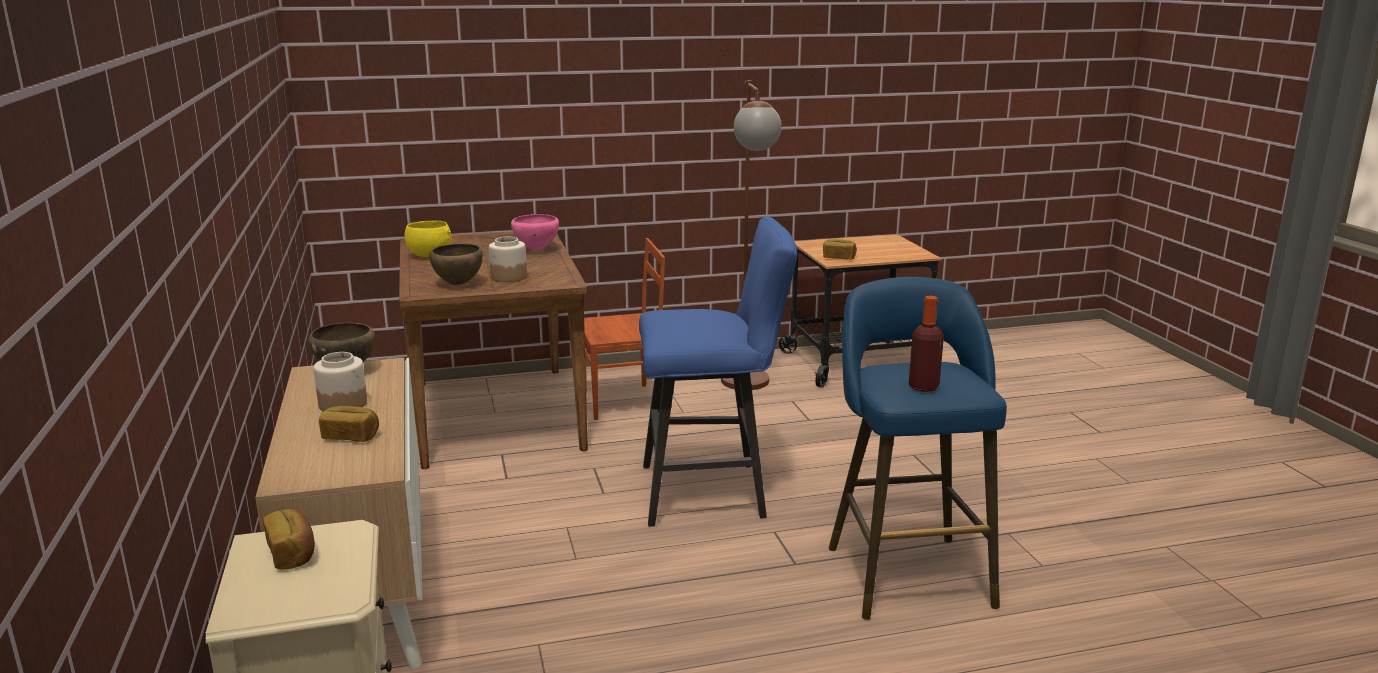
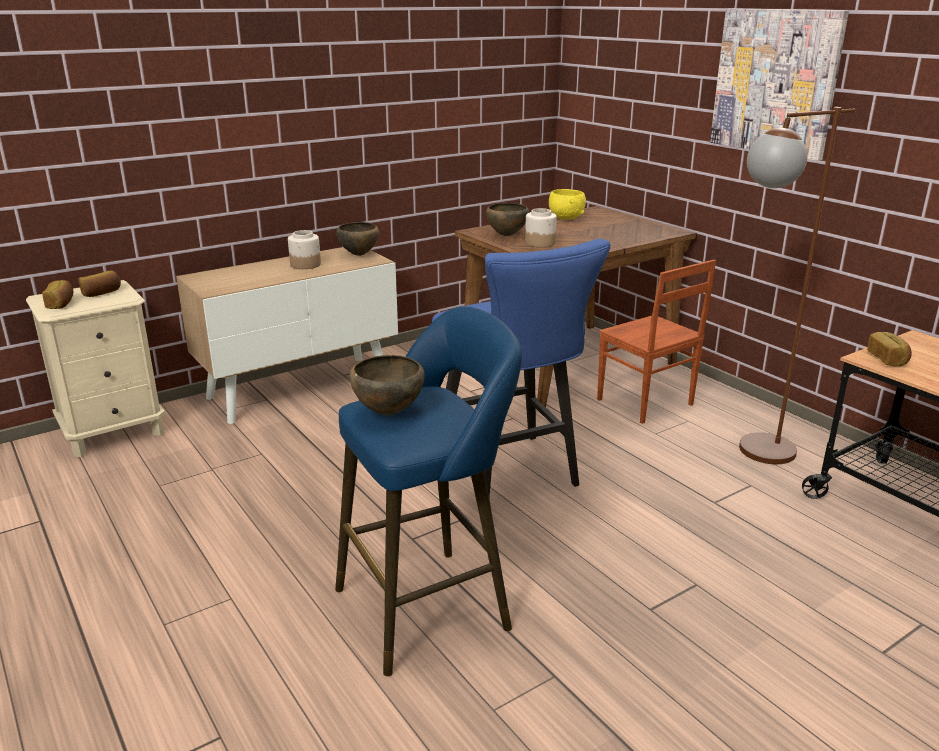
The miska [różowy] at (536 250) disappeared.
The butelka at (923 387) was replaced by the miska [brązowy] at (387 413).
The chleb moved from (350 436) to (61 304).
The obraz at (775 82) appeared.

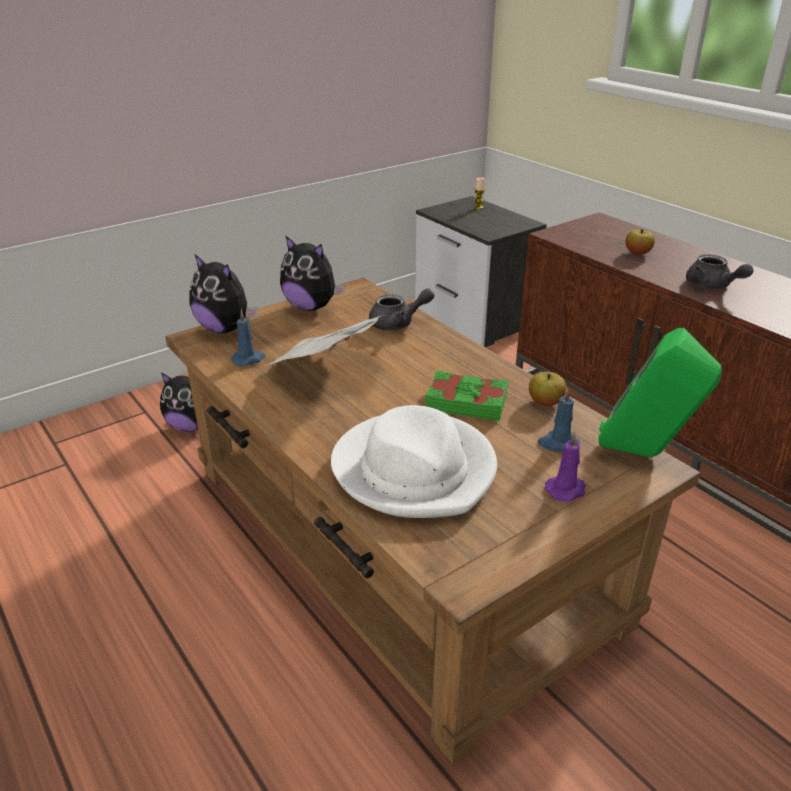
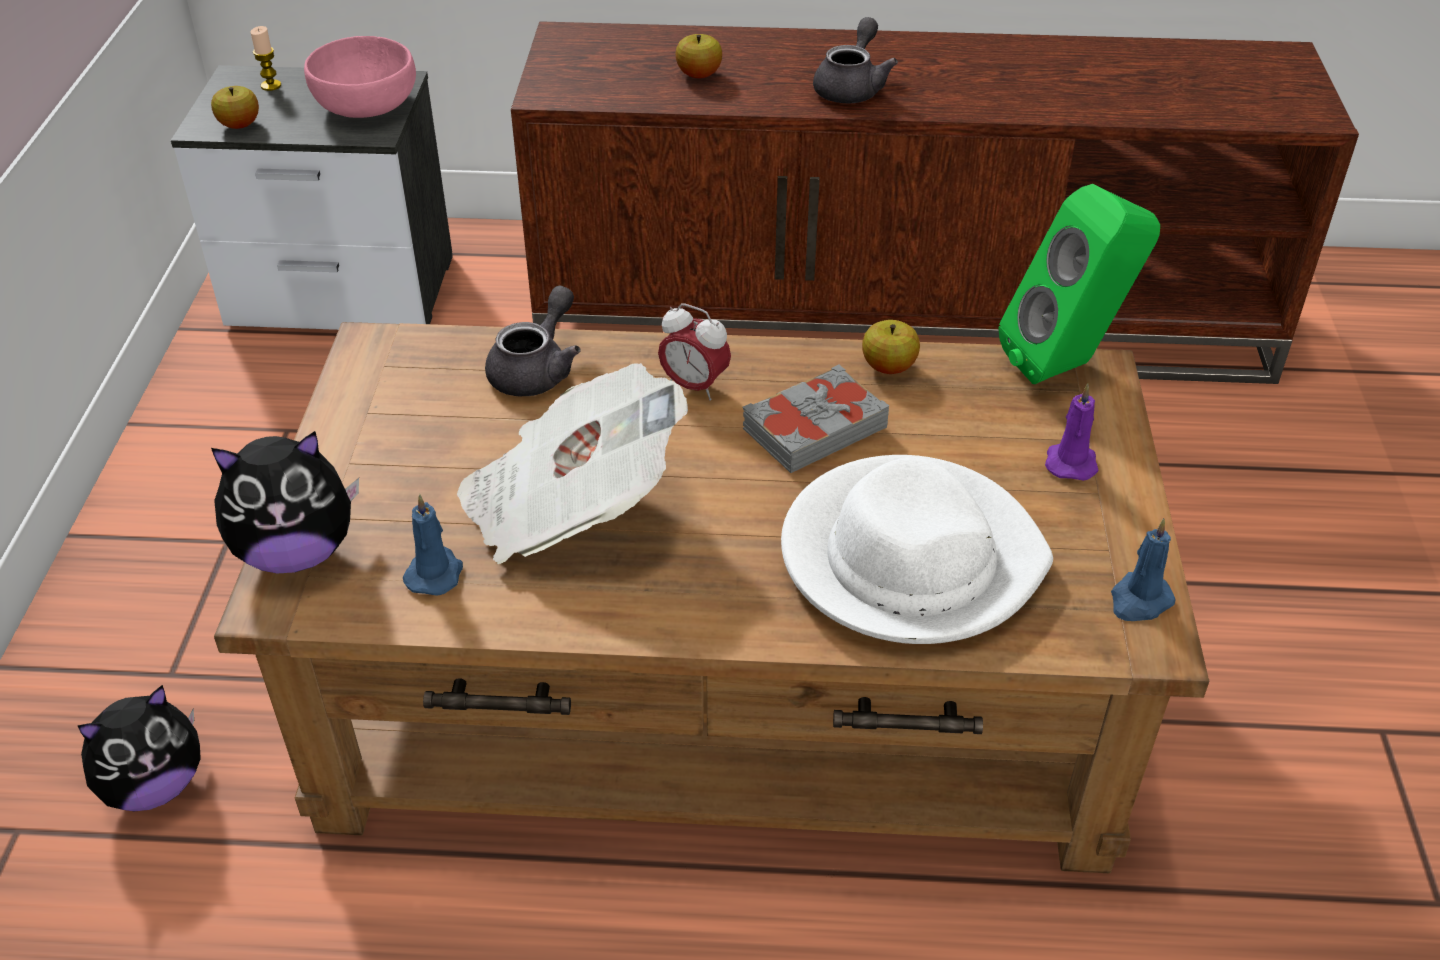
The pluszak at (311 307) disappeared.
The imbryk [szary] at (712 286) turned 75 degrees counterclockwise.
The książka [zielony] at (466 402) became the książka [szary] at (813 428).
The świeca [niebieski] moved from (557 444) to (1139 601).
The miska [różowy] at (364 105) appeared.
The jabłko at (239 125) appeared.
The budzik at (694 386) appeared.

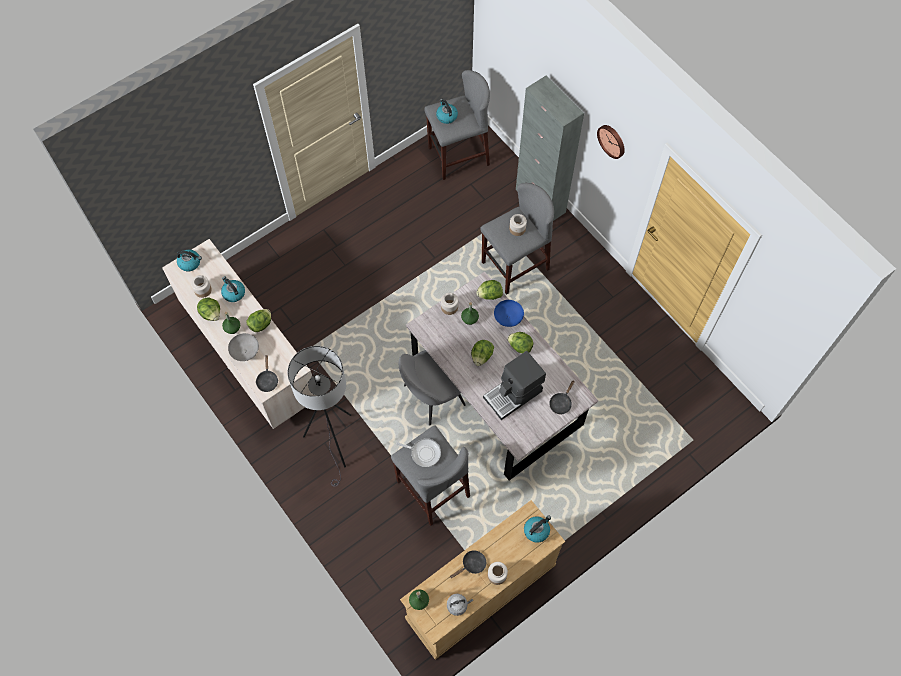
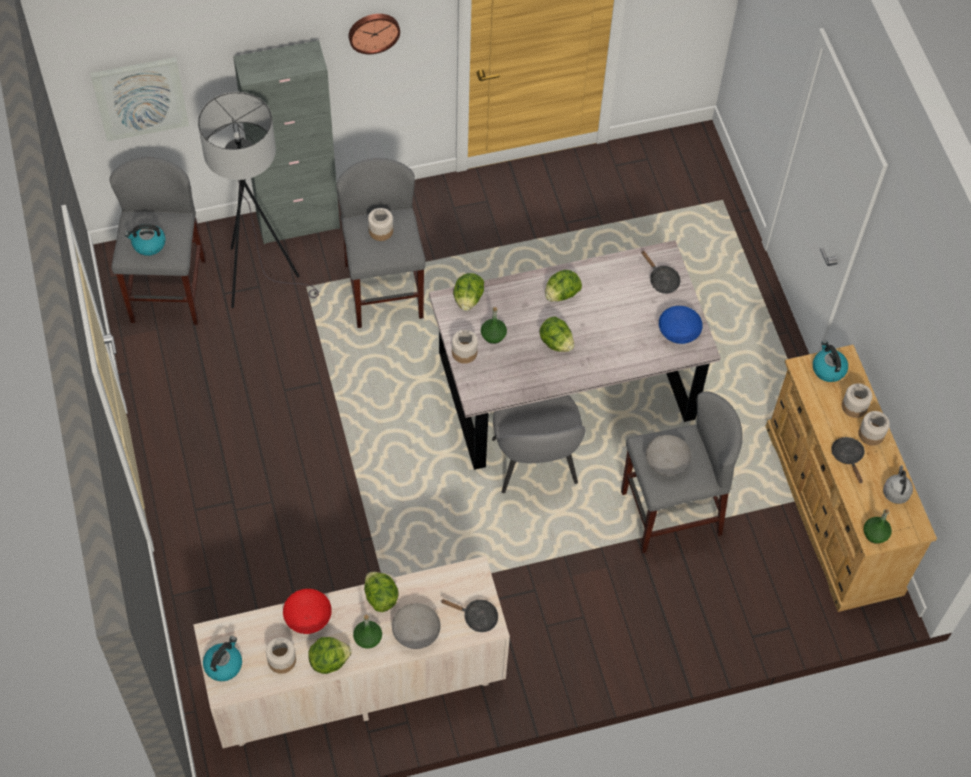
The czajnik at (233 293) was replaced by the miska [czerwony] at (308 618).
The miska [niebieski] moved from (508 318) to (679 333).
The lampa stojąca [szary] moved from (335 443) to (260 276).
The ekspres do kawy at (513 394) disappeared.
The patelnia at (423 453) was replaced by the miska [szary] at (665 462).
The obraz at (140 97) appeared.
The słoik at (854 406) appeared.

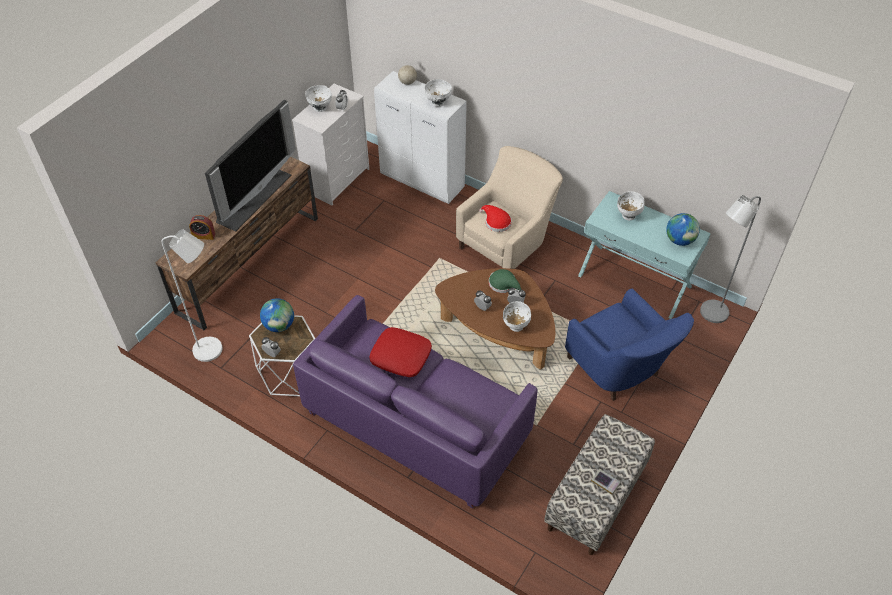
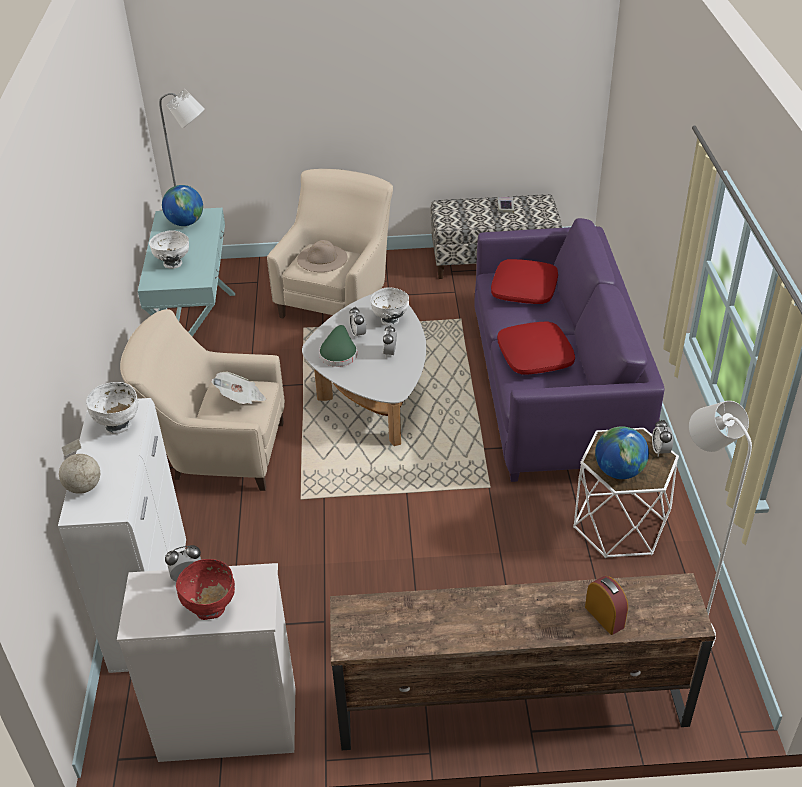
The miska [biały] at (320 108) became the miska [czerwony] at (211 609).
The telewizor at (253 197) disappeared.
The kapelusz [czerwony] at (496 222) was replaced by the gazeta at (241 399).
The ława [brązowy] at (498 333) became the ława [biały] at (373 393).
The fotel [niebieski] at (620 371) became the fotel [beżowy] at (338 298).
The kapelusz [beżowy] at (322 258) appeared.
The poduszka [czerwony] at (524 290) appeared.

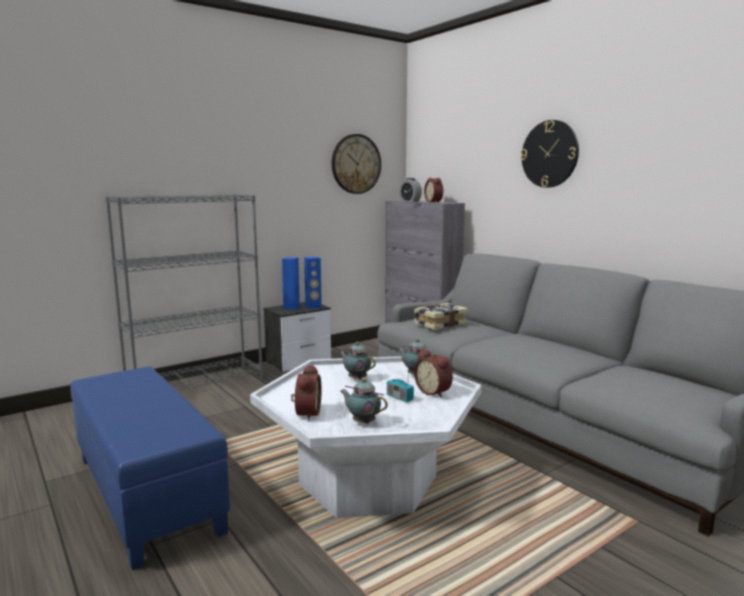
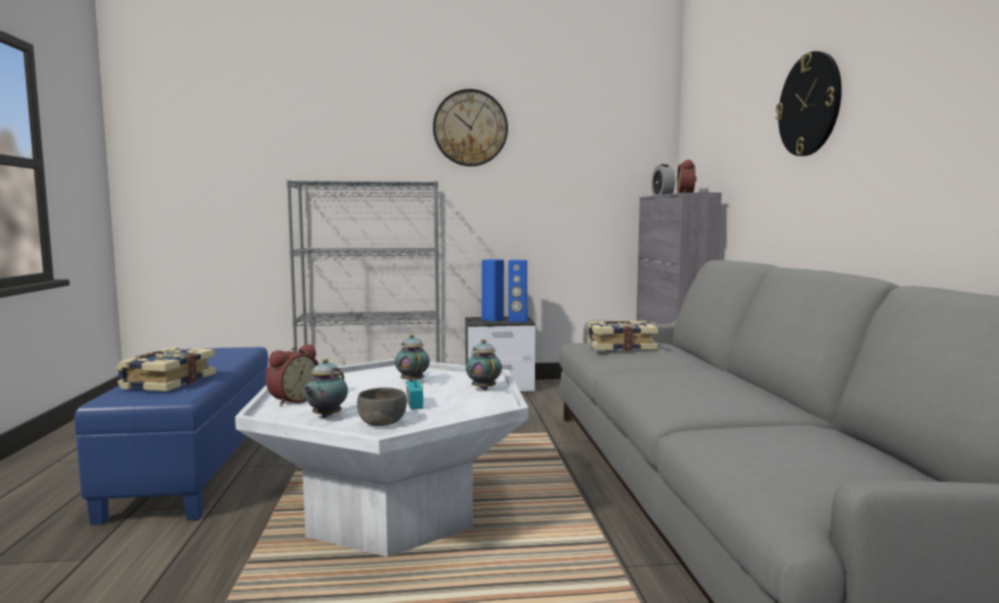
The zegar ścienny moved from (356 164) to (470 128).
The budzik at (434 392) disappeared.
The imbryk at (362 422) turned 135 degrees counterclockwise.
The książka at (167 382) appeared.
The miska [szary] at (382 422) appeared.

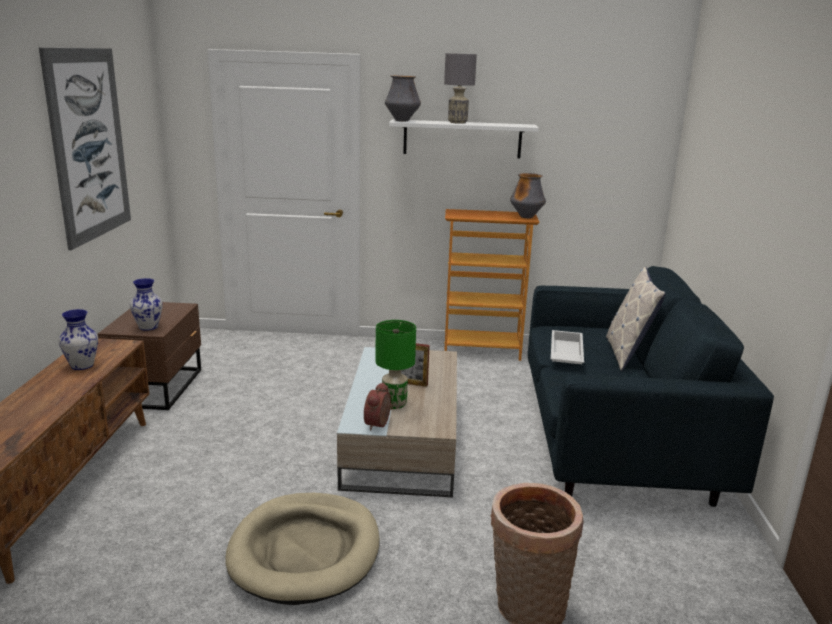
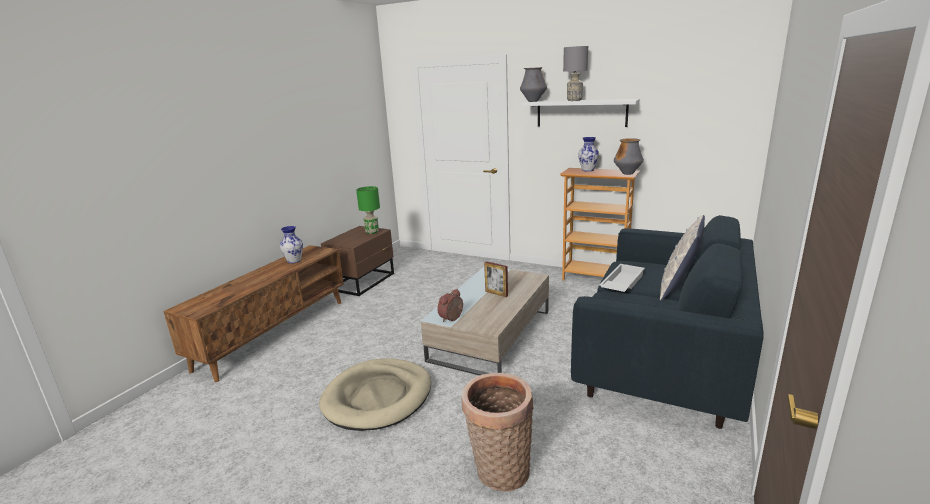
The obraz at (89 145) disappeared.
The wazon moved from (148 327) to (587 170).
The lampa stołowa [zielony] moved from (394 404) to (372 232).

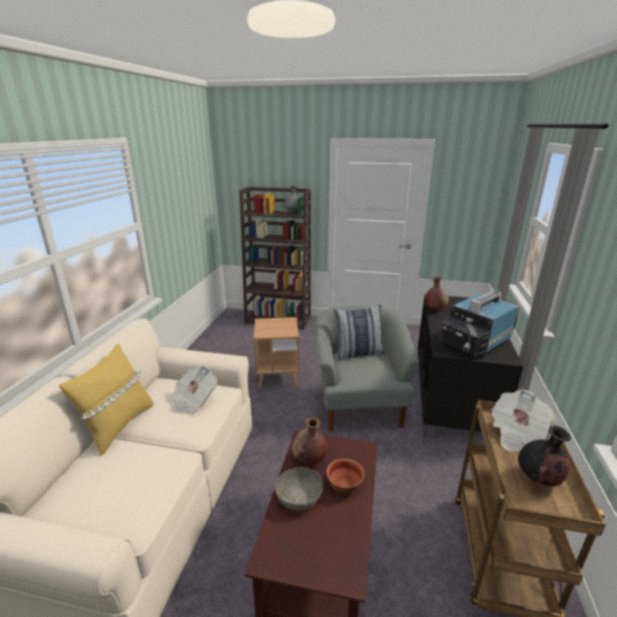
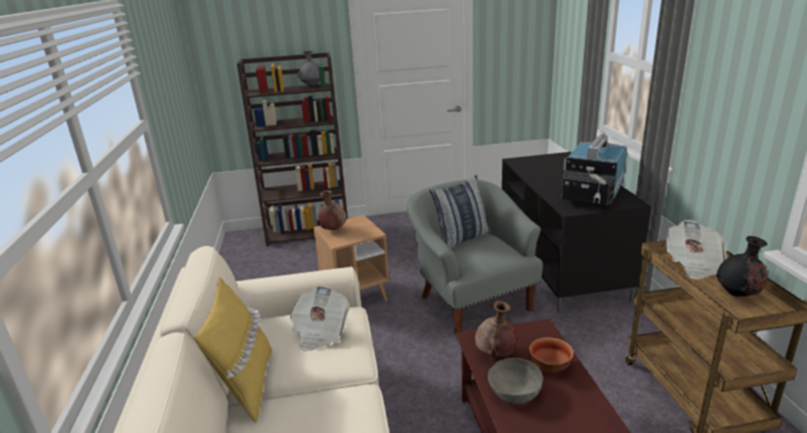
The wazon [brązowy] moved from (435 309) to (333 229).

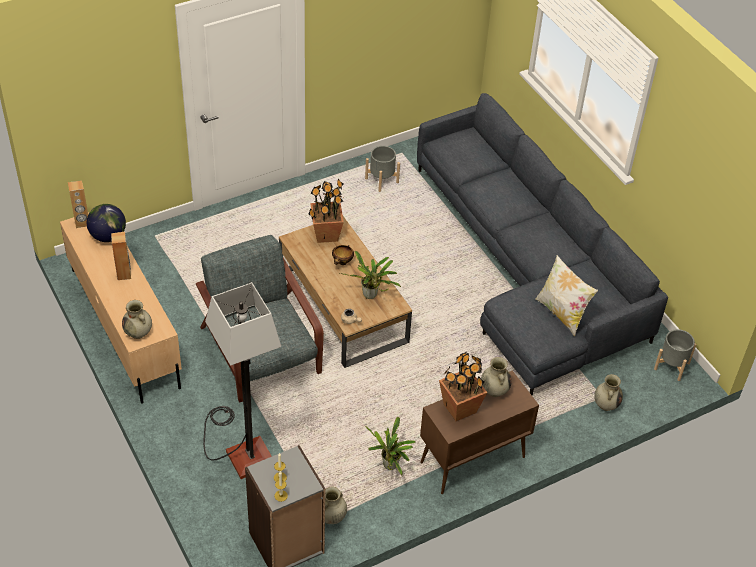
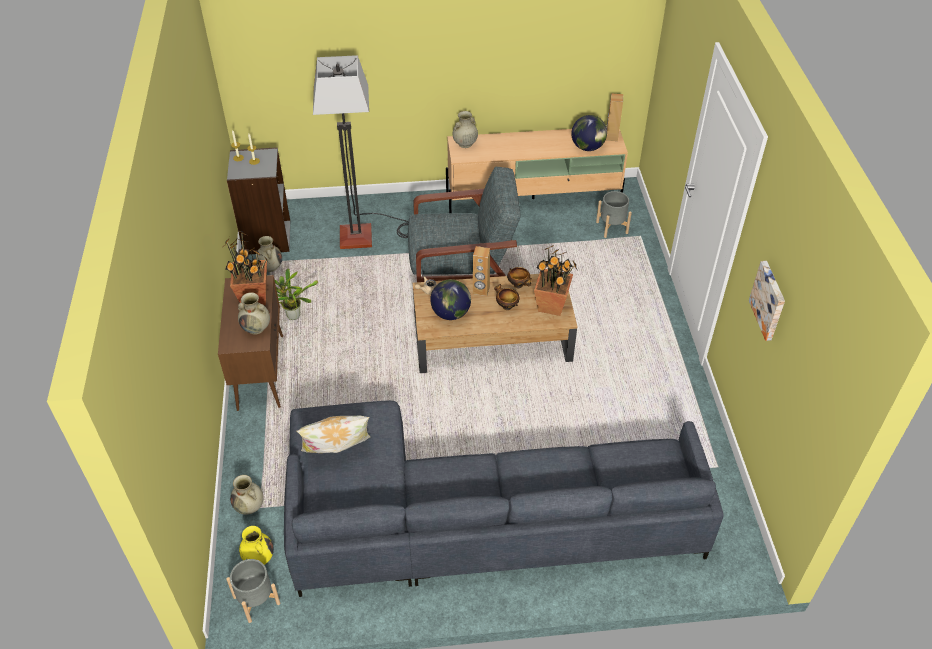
The donica [szary] moved from (381 180) to (612 227).
The głośnik [brązowy] moved from (124 274) to (481 290).
The roślina doniczkowa at (371 296) was replaced by the globus at (450 313).
The obraz at (769 300) appeared.
The miska at (519 285) appeared.
The wazon [żółty] at (258 557) appeared.

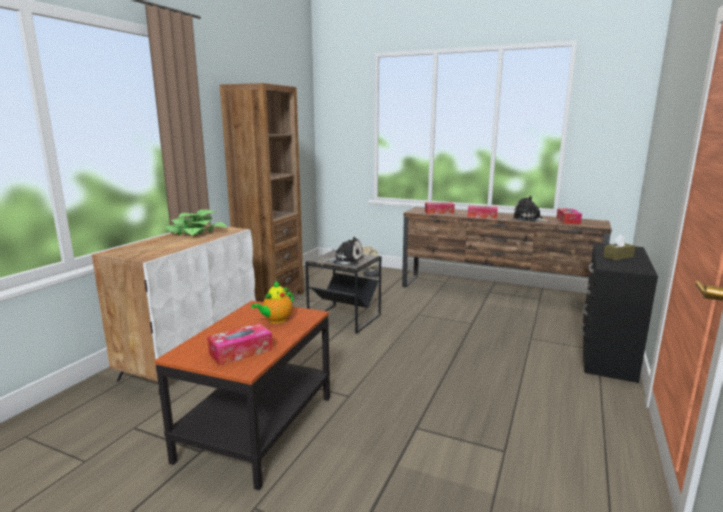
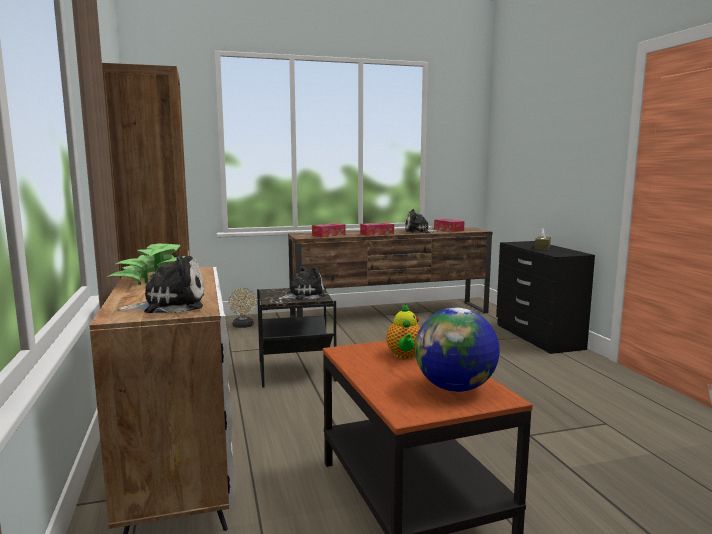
The pudełko chusteczek at (241 351) was replaced by the globus at (455 388).
The pluszak at (170 305) appeared.

